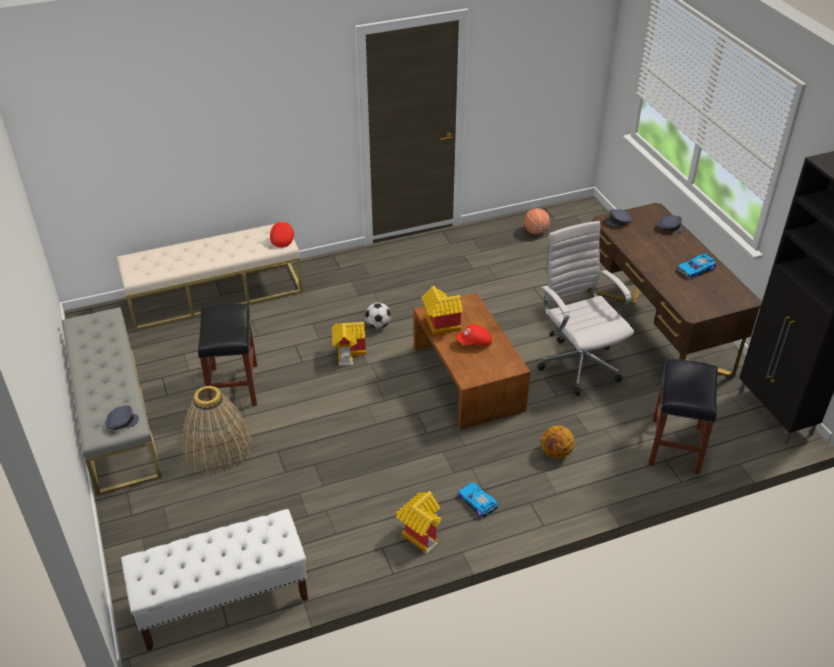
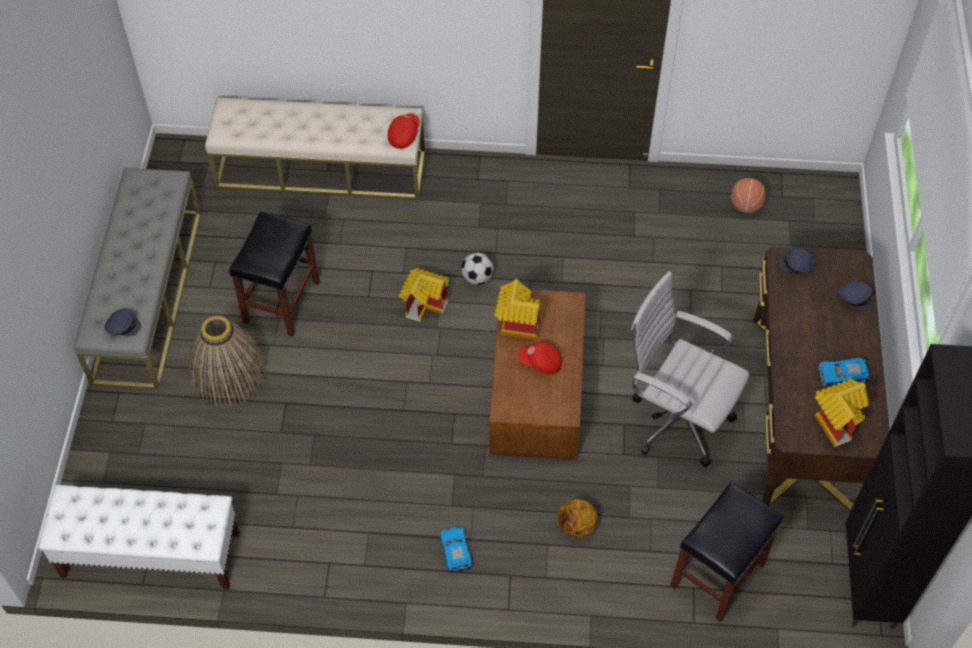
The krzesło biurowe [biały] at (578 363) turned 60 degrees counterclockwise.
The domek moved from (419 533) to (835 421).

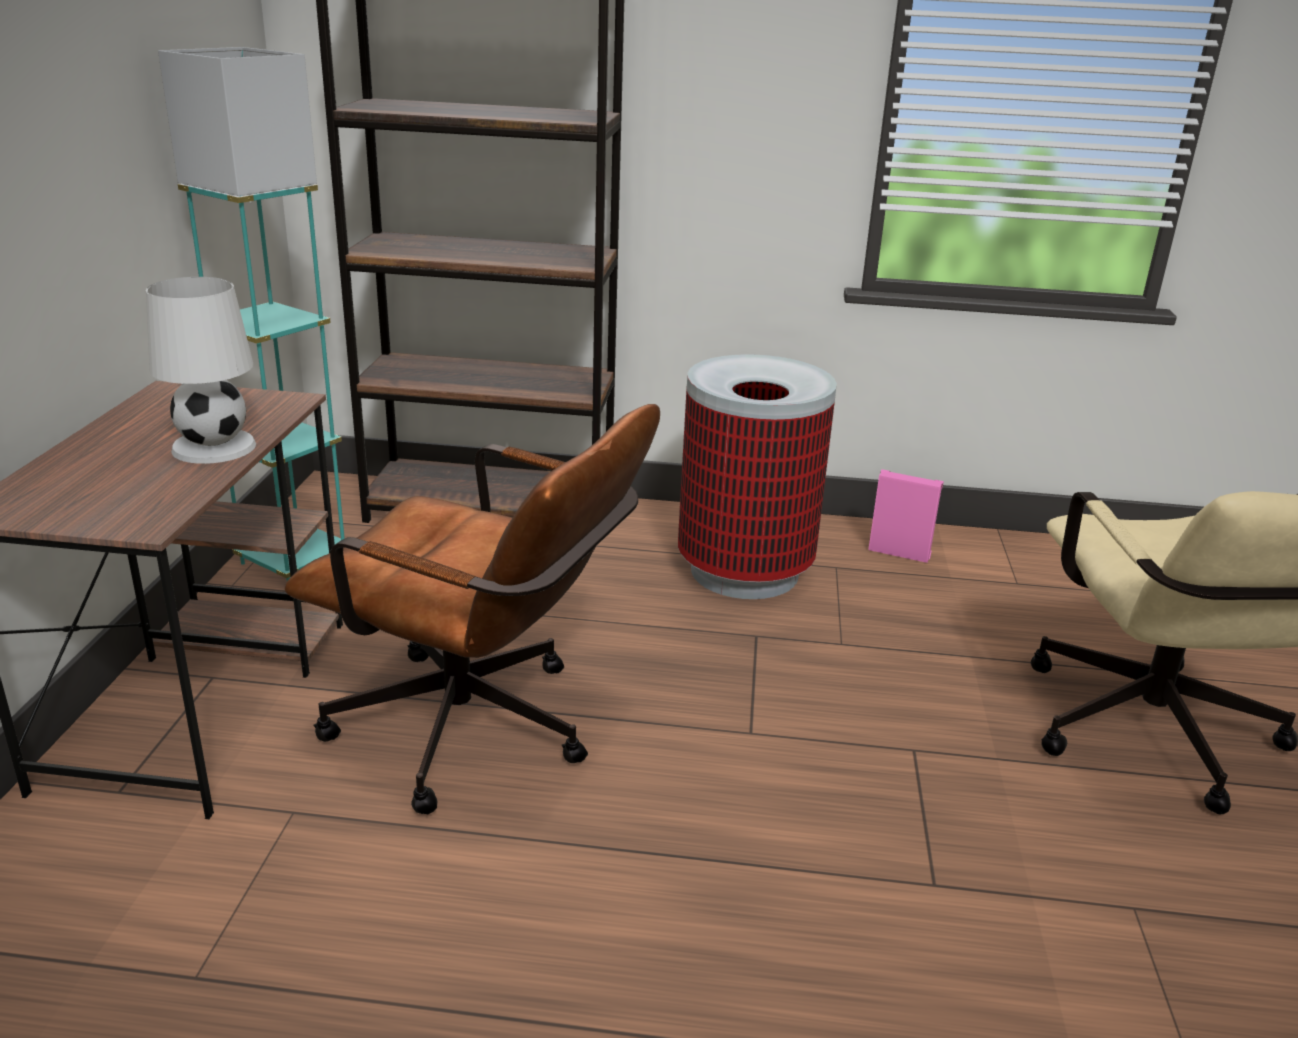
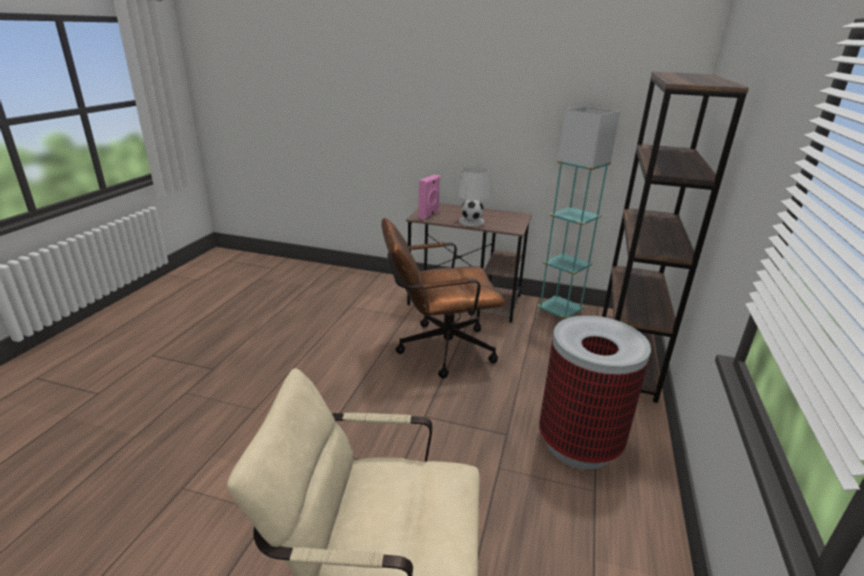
The krzesło biurowe [brązowy] at (482 733) turned 45 degrees clockwise.
The głośnik [różowy] moved from (899 552) to (429 215).

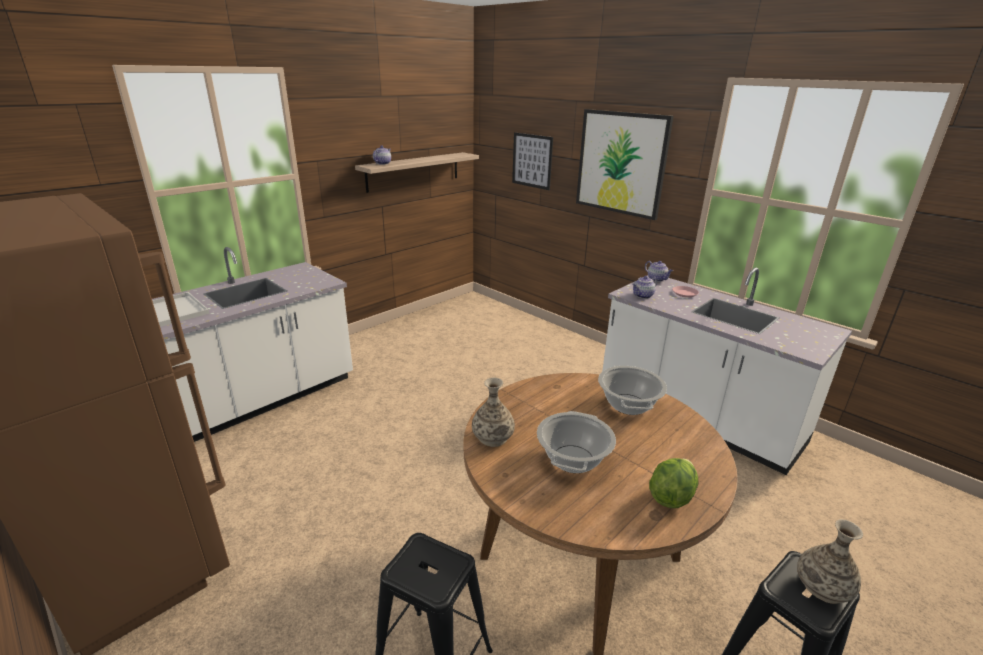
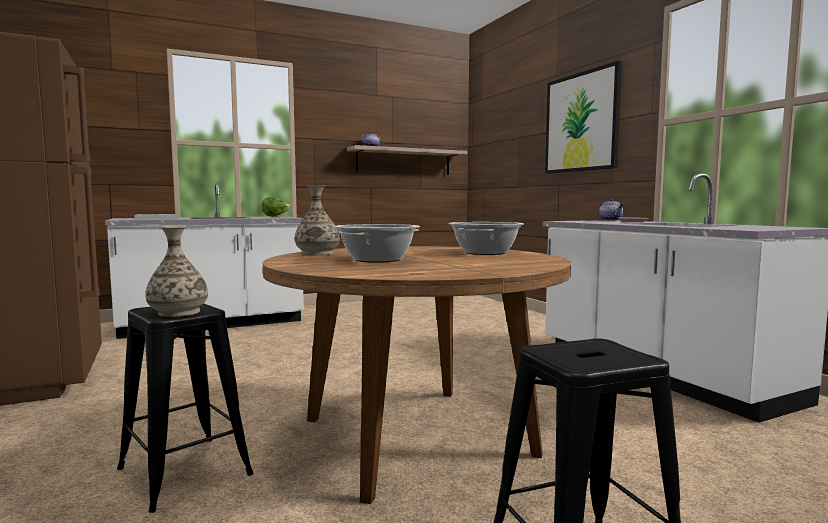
The obraz at (532 161) disappeared.
The imbryk at (642 296) disappeared.
The sałata moved from (671 496) to (275 216).
The wazon moved from (823 587) to (178 312).

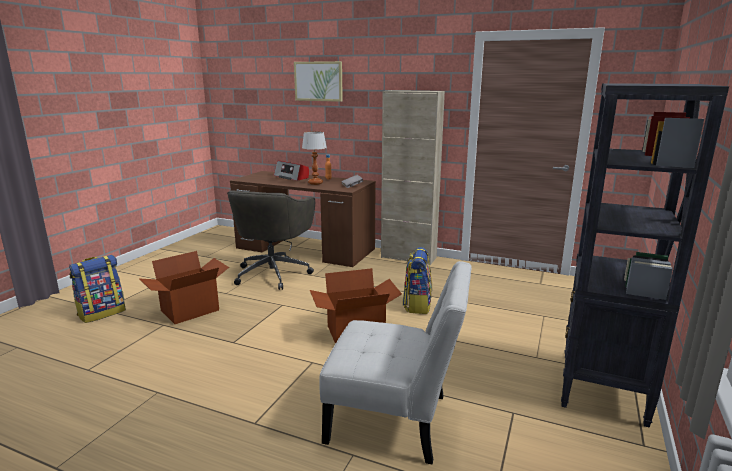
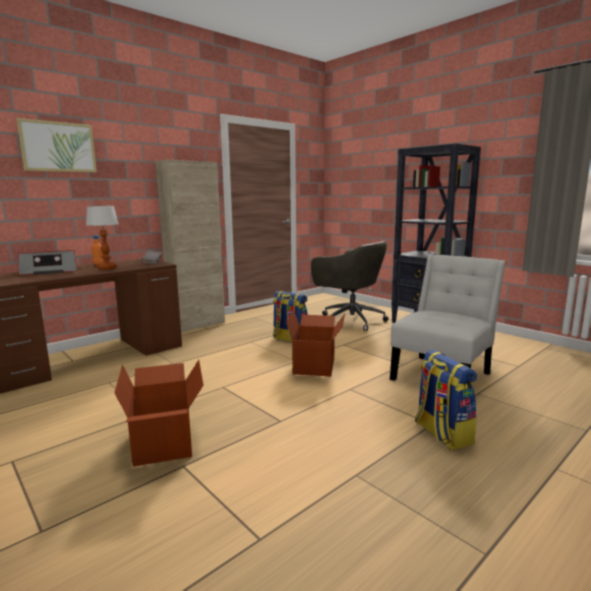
The krzesło biurowe [szary] moved from (273 273) to (350 320).
The plecak moved from (102 313) to (441 433).

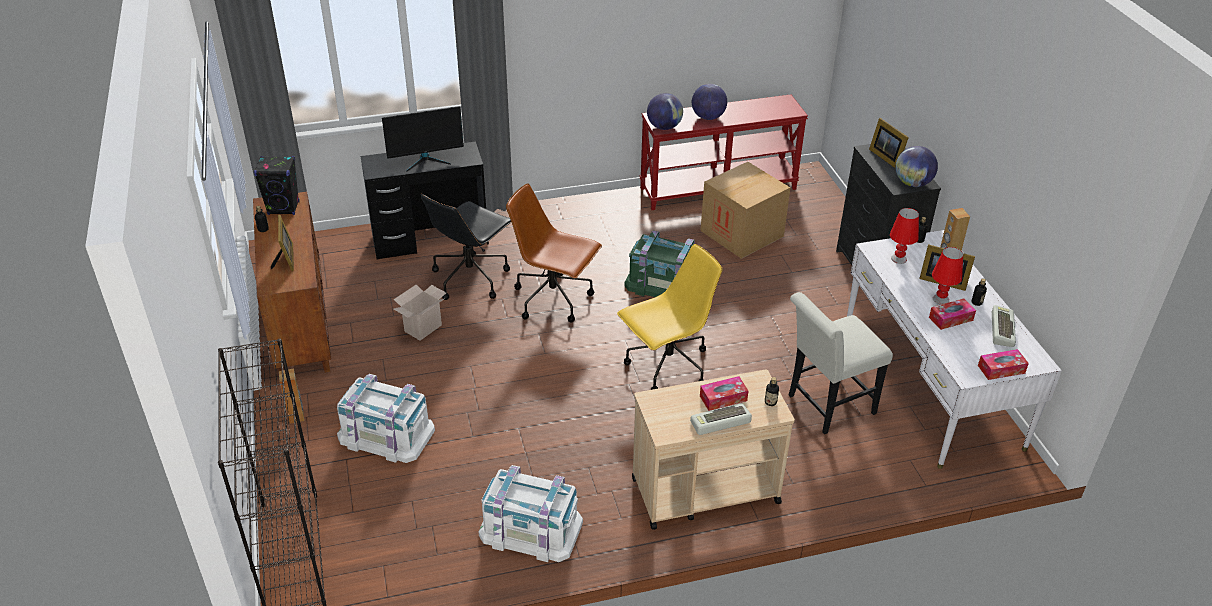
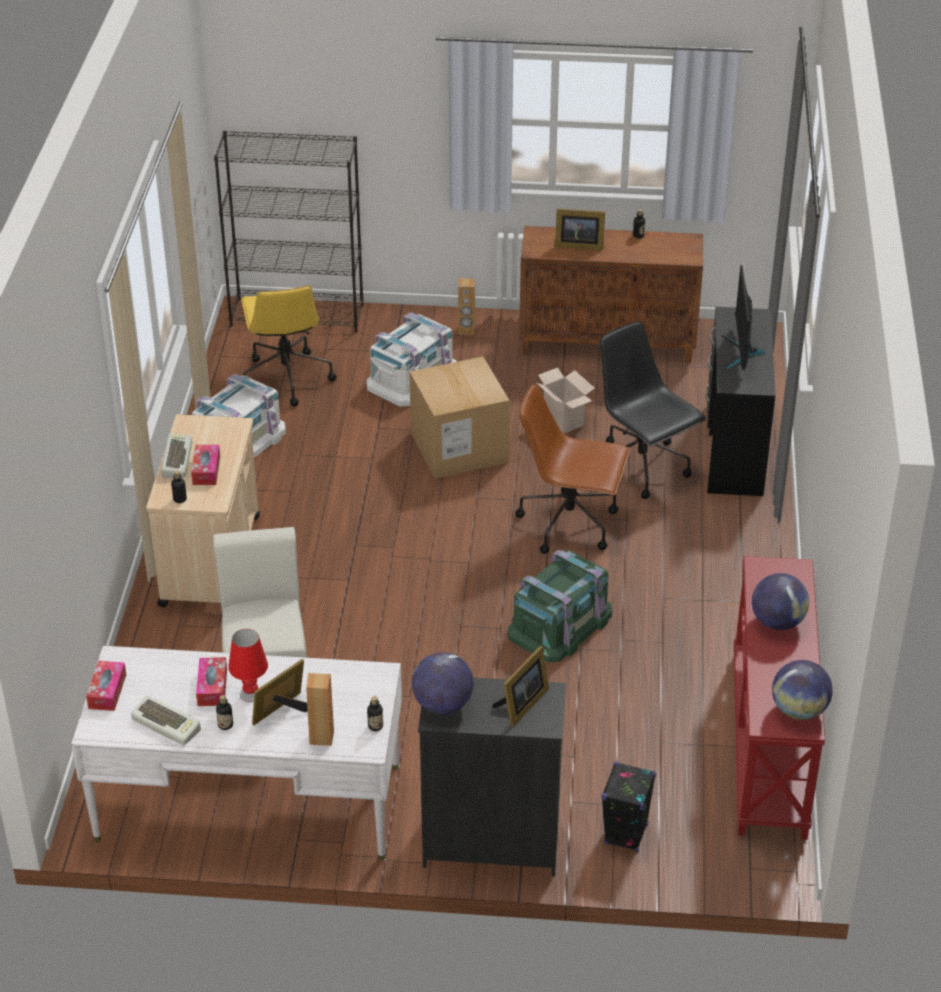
The globus moved from (664 127) to (799 710).
The ramka na zdjęcie at (886 157) turned 135 degrees clockwise.
The głośnik [czarny] moved from (284 208) to (626 834).
The karton moved from (742 233) to (459 447).
The krzesło biurowe [brązowy] at (554 299) turned 120 degrees counterclockwise.
The lampa stołowa [czerwony] at (899 259) disappeared.
The krzesło biurowe [żółty] moved from (667 367) to (286 377).

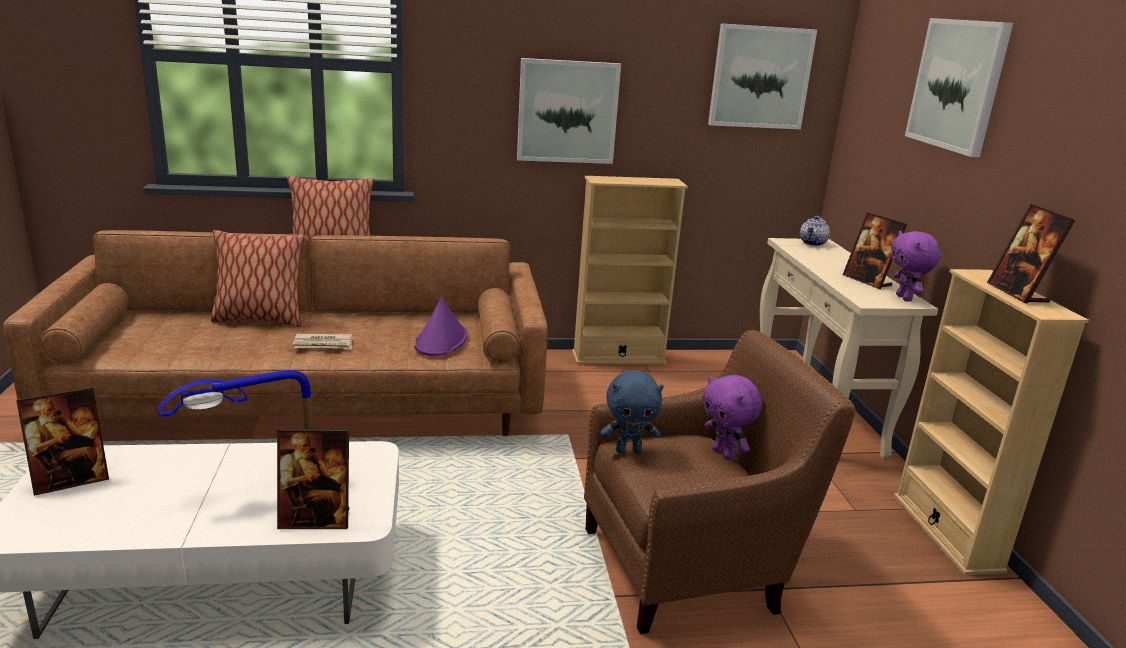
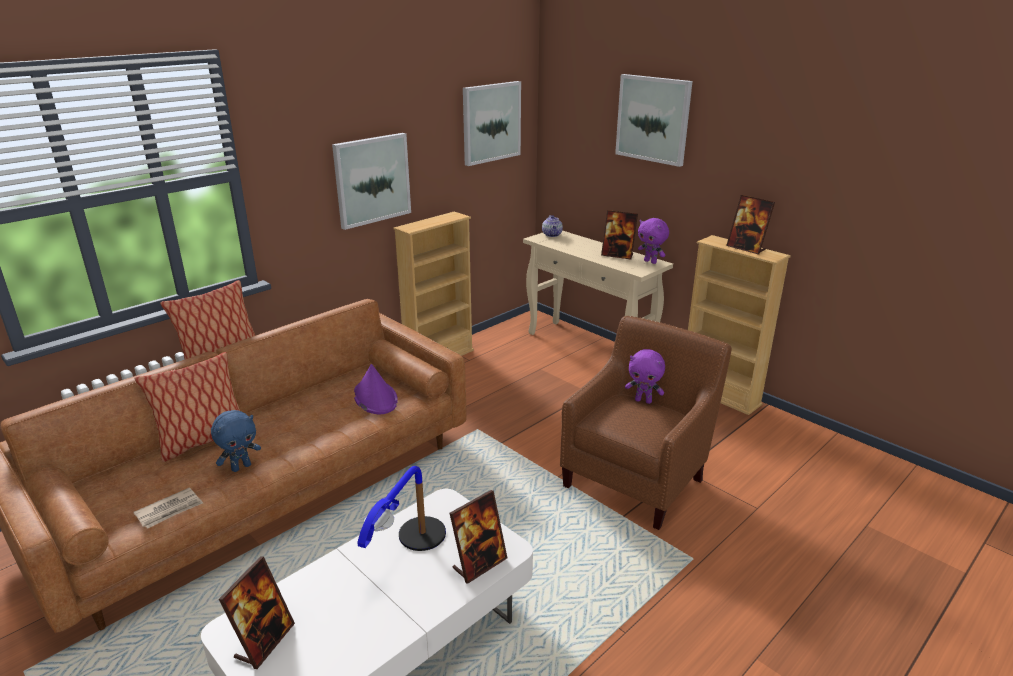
The gazeta moved from (324 344) to (170 510).
The pluszak [niebieski] moved from (629 451) to (241 467).

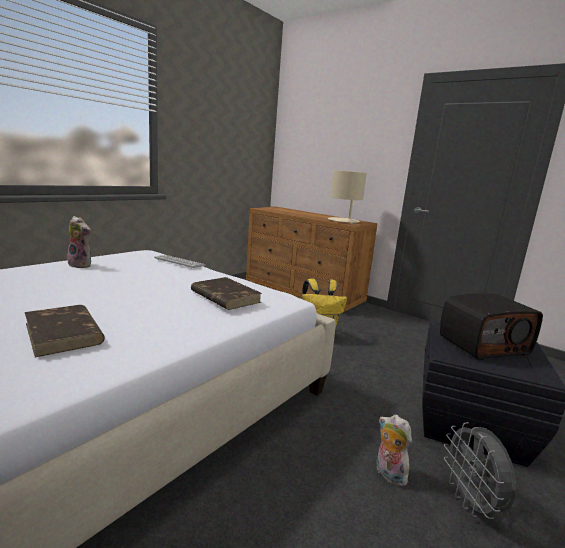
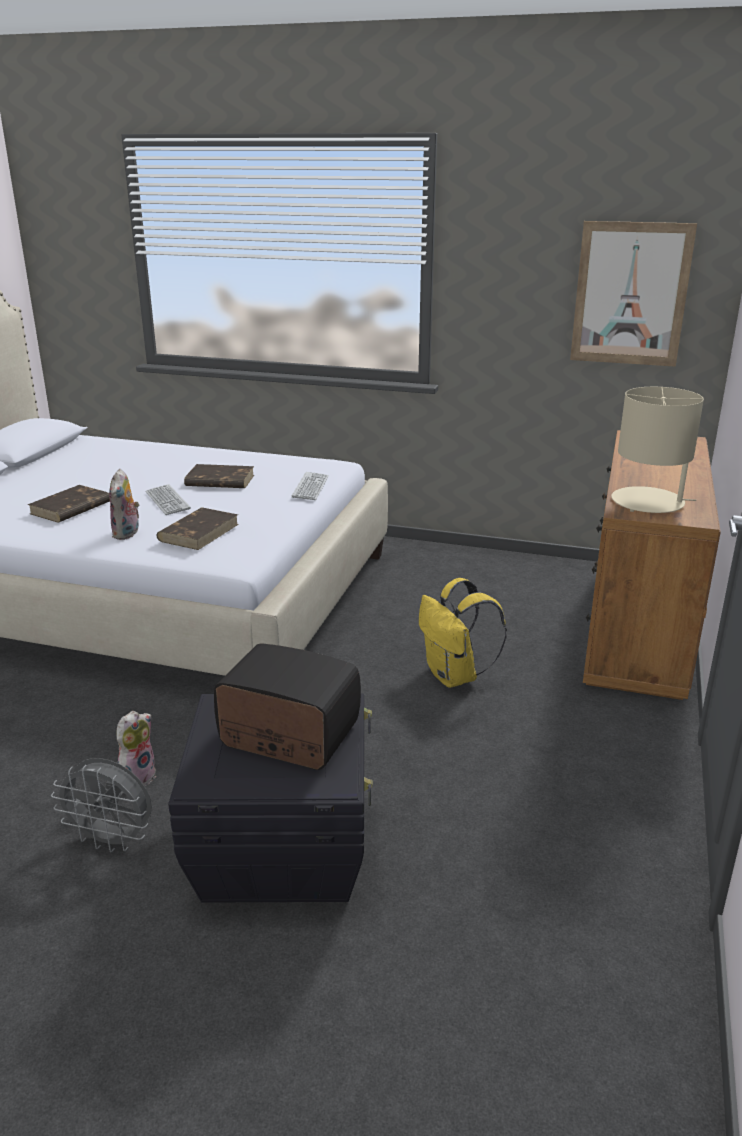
The pluszak moved from (82 265) to (127 534).
The radio at (482 345) turned 150 degrees clockwise.
The wentylator [szary] at (471 502) turned 135 degrees counterclockwise.
The obraz at (630 294) appeared.
The książka [brązowy] at (219 481) appeared.
The klawiatura at (167 501) appeared.

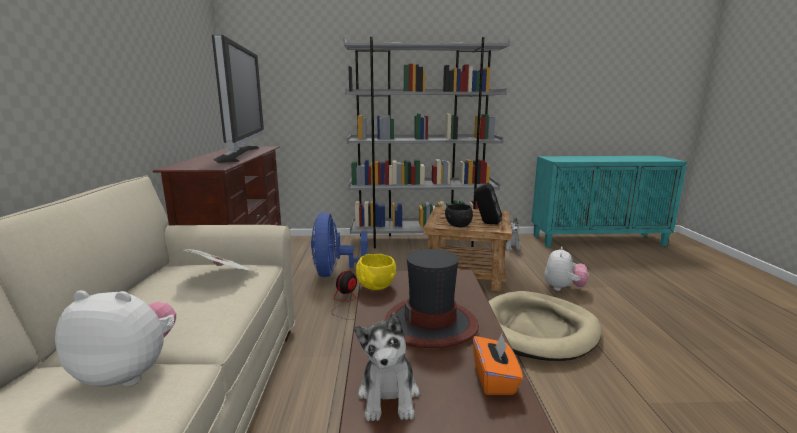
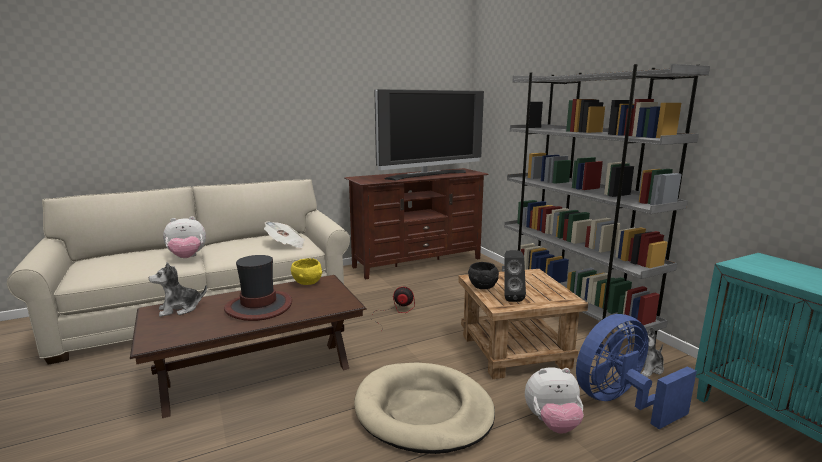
The wentylator [niebieski] moved from (335 273) to (620 402).
The pluszak at (130 372) turned 90 degrees clockwise.
The pudełko chusteczek [pomarańczowy] at (495 379) disappeared.

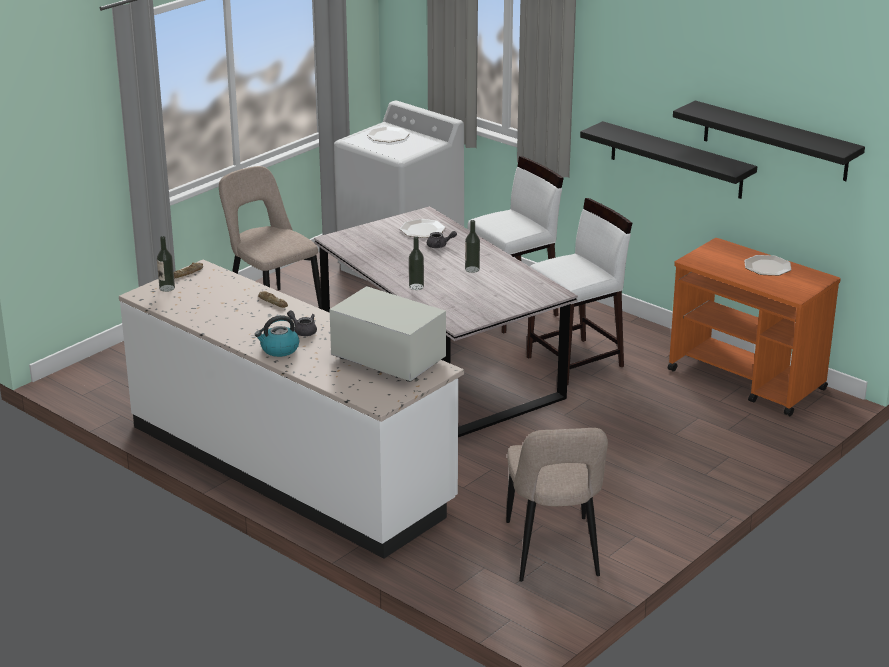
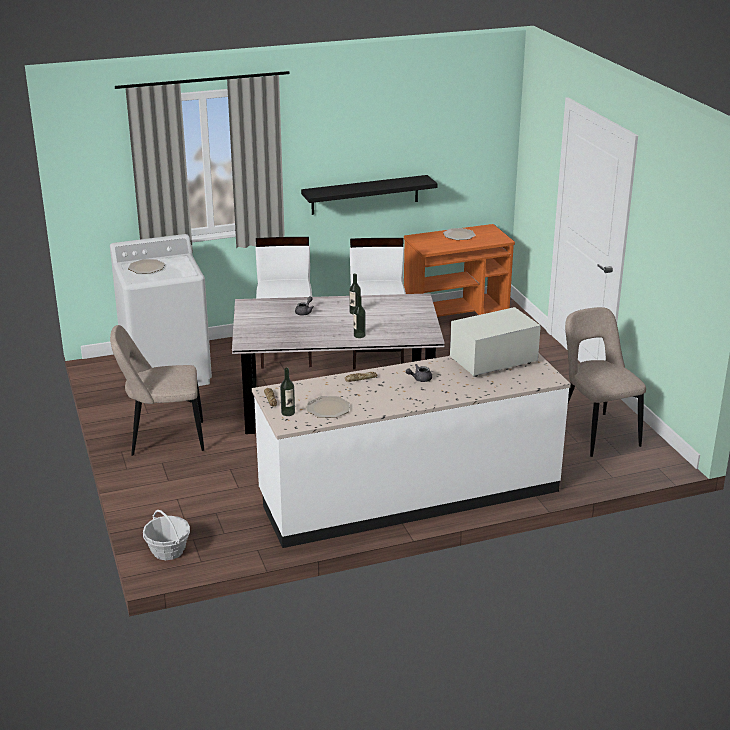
The półka [czarny] at (775 141) disappeared.
The talerz moved from (422 230) to (328 408).
The czajnik at (279 349) disappeared.
The krzesło [beżowy] at (553 553) turned 135 degrees counterclockwise.
The koszyk at (168 551) appeared.

